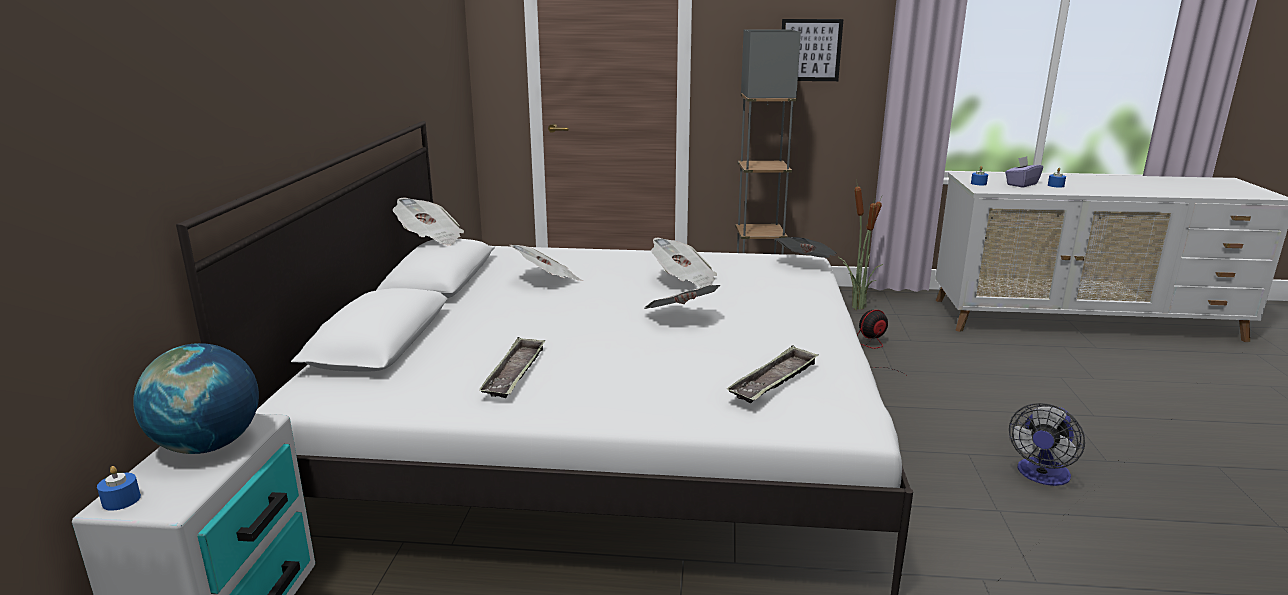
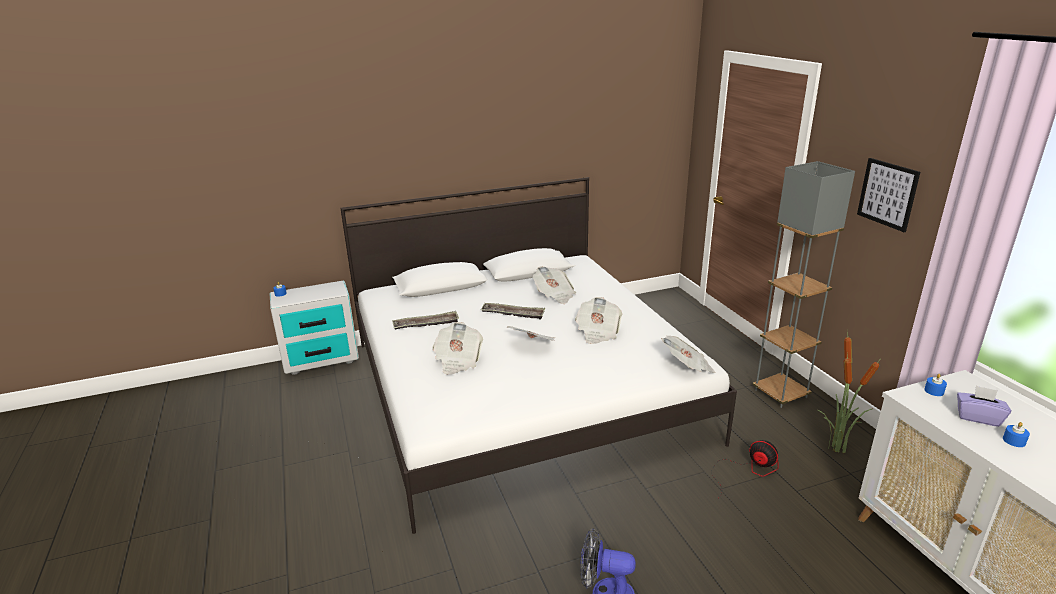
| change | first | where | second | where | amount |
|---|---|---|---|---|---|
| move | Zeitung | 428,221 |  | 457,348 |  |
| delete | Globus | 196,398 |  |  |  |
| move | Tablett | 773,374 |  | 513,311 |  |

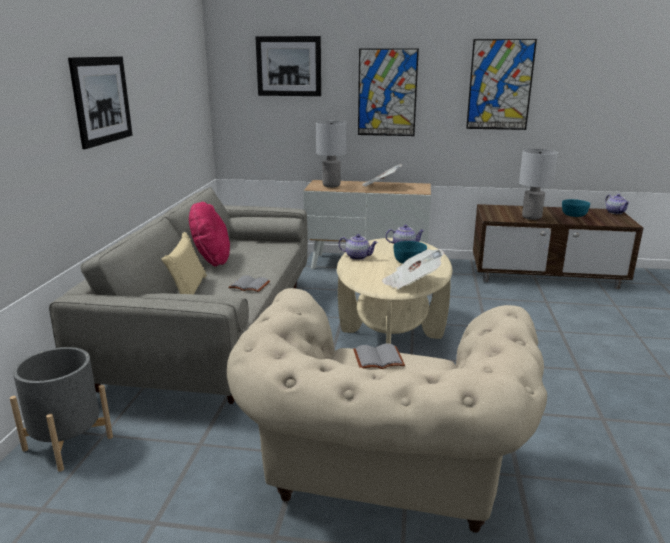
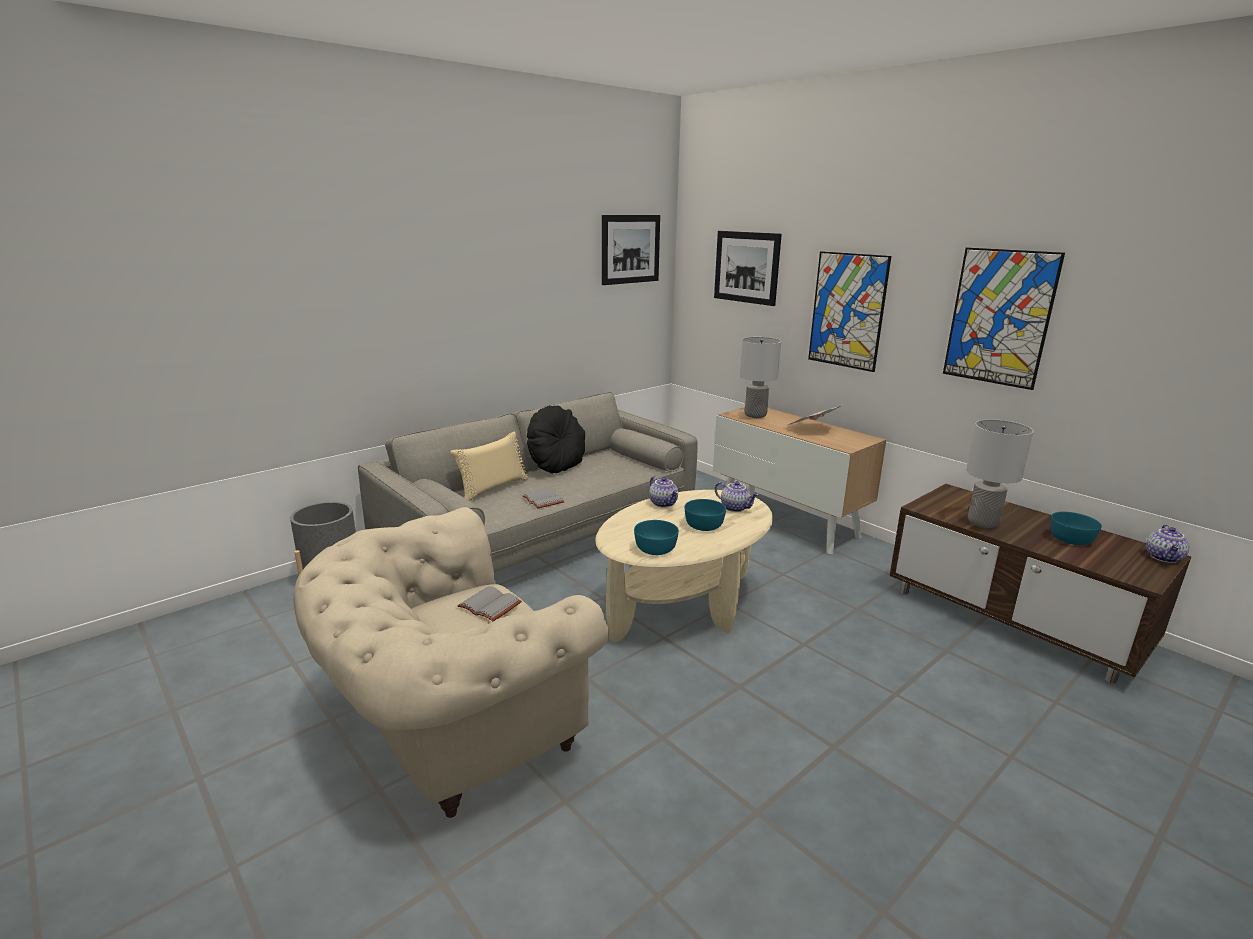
| change | first | where | second | where | amount |
|---|---|---|---|---|---|
| move | Bild | 100,102 |  | 631,250 |  |
| recolor | Kissen/rosa | 209,234 | Kissen/schwarz | 556,439 |  |
| replace | Zeitung | 413,269 | Schüssel/türkis | 656,537 |  |

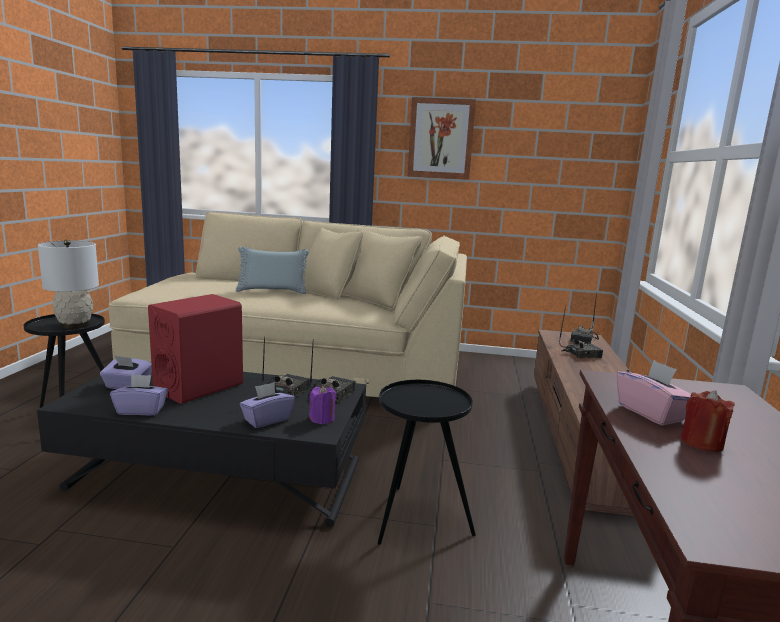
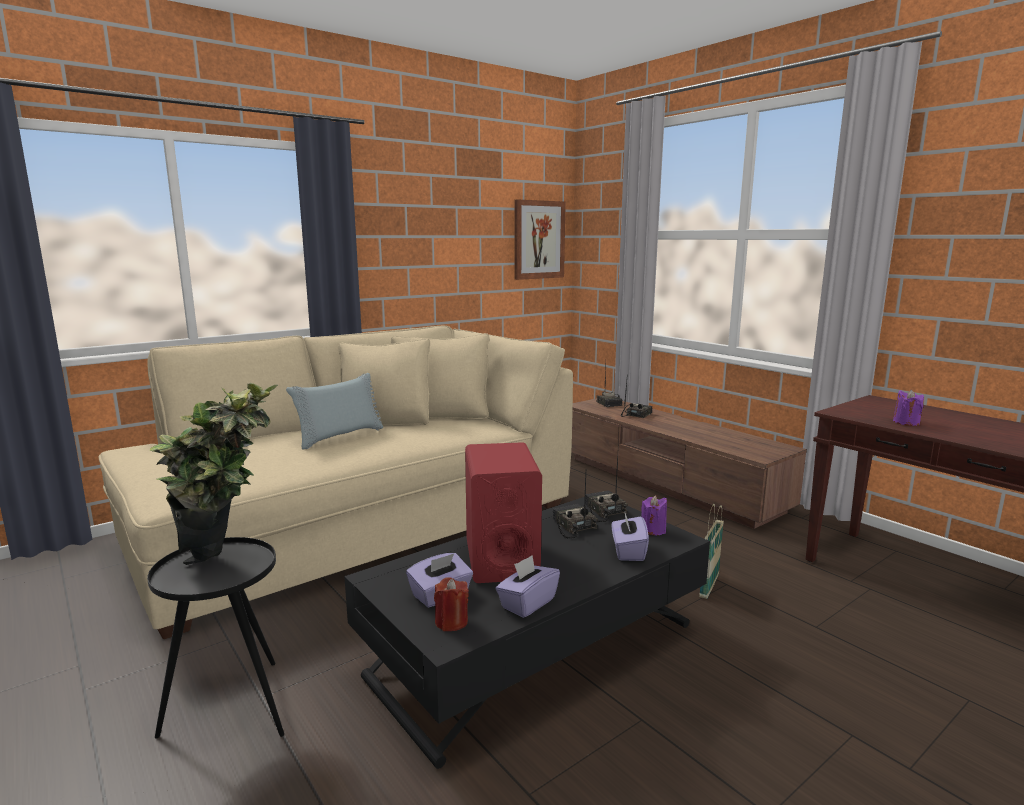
| change | first | where | second | where | amount |
|---|---|---|---|---|---|
| move | Bild | 442,138 |  | 540,239 |  |
| replace | Tischlampe/weiß | 68,284 | Topfpflanze | 213,474 |  |
| replace | Taschentuchbox/rosa | 653,393 | Kerze/lila | 908,408 |  |
| replace | Beistelltisch/schwarz | 427,462 | Korb | 711,551 |  |
| move | Kerze/rot | 708,421 |  | 451,604 |  |

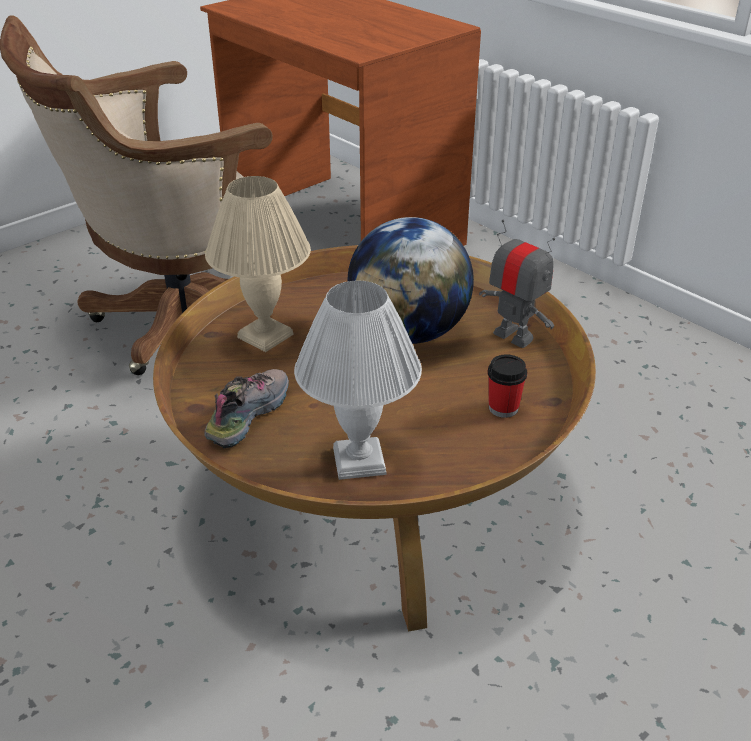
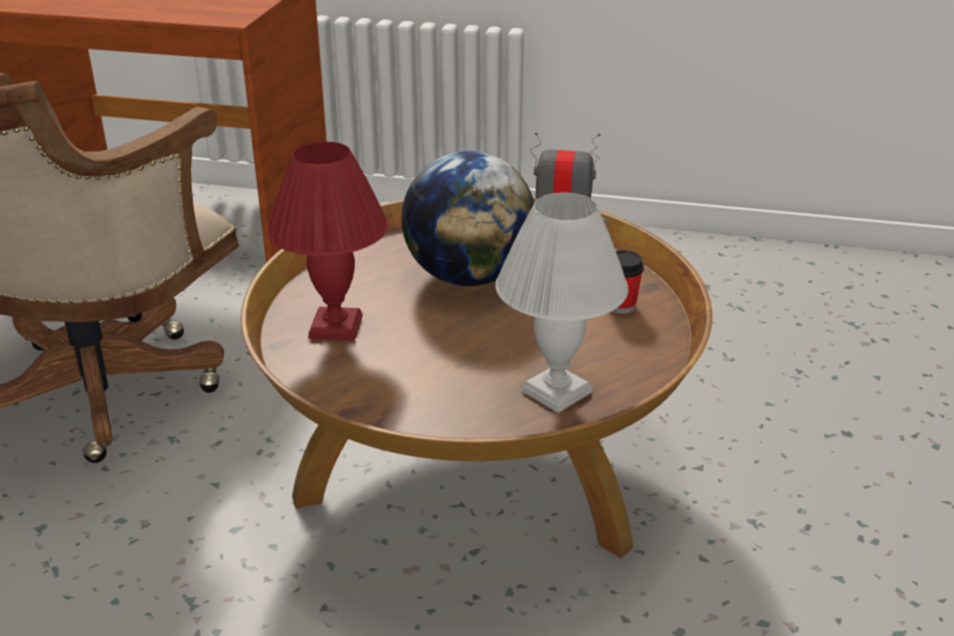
| change | first | where | second | where | amount |
|---|---|---|---|---|---|
| recolor | Tischlampe/beige | 258,264 | Tischlampe/rot | 327,241 |  |
| delete | Schuh | 246,408 |  |  |  |

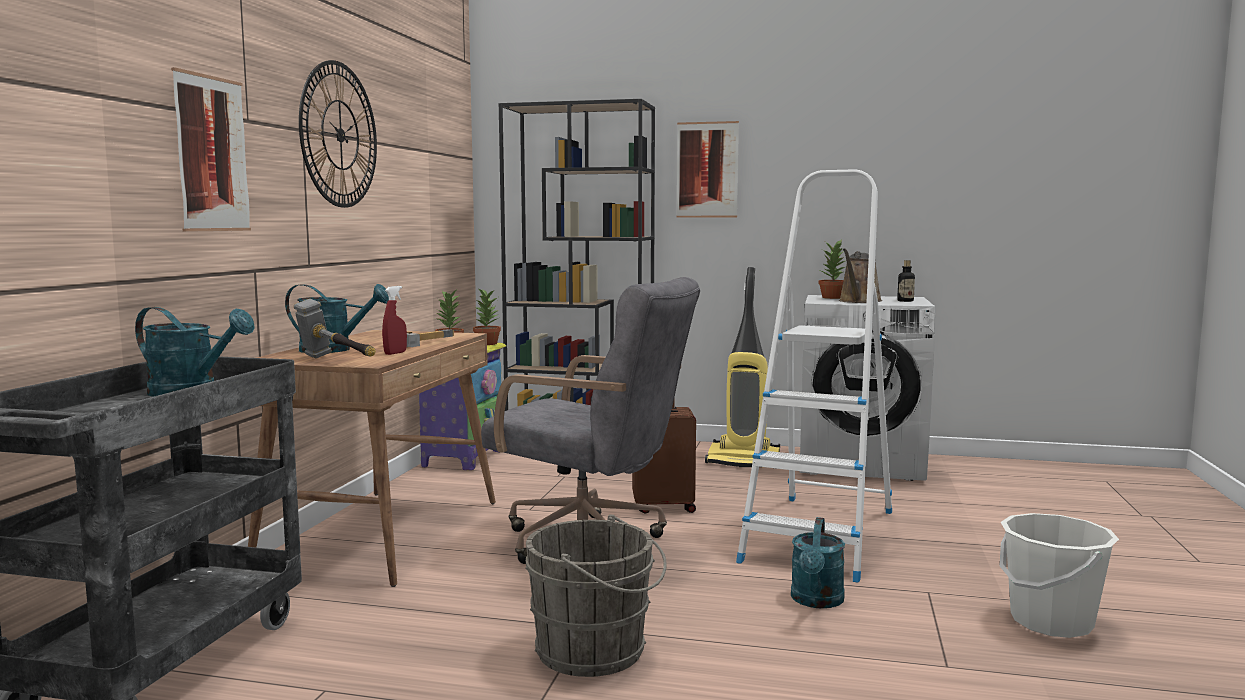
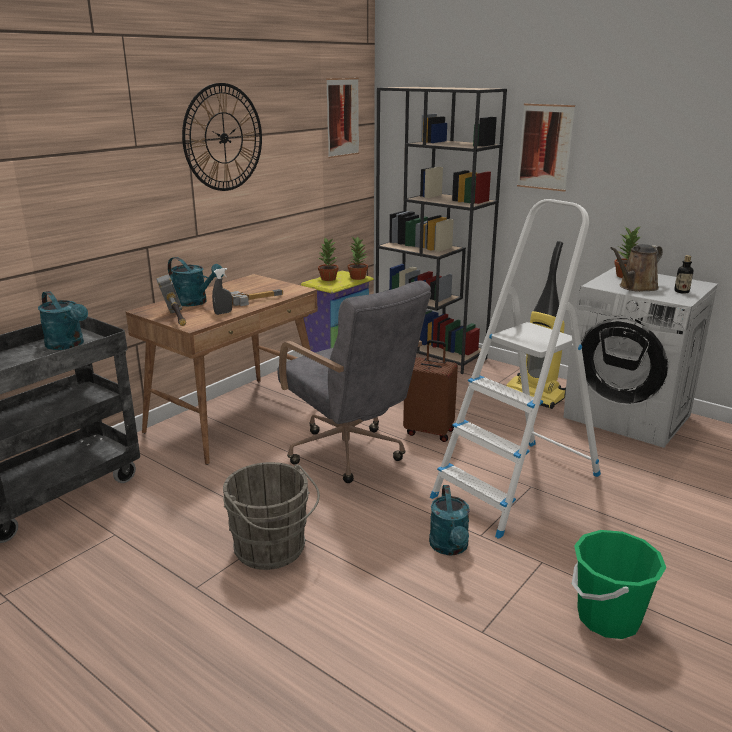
| change | first | where | second | where | amount |
|---|---|---|---|---|---|
| move | Bild | 211,149 |  | 342,118 |  |
| recolor | Sprühflasche/rot | 394,320 | Sprühflasche/grau | 222,291 |  |
| recolor | Eimer/weiß | 1059,575 | Eimer/grün | 619,584 |  |
| rotate | Gießkanne/türkis | 818,562 |  | 449,520 | 45 degrees counterclockwise |

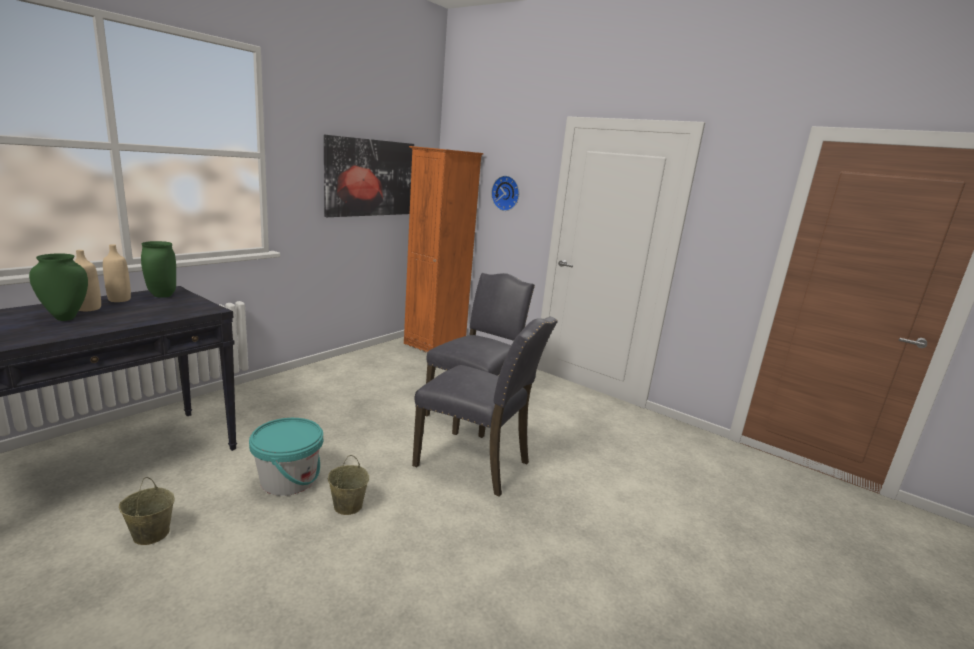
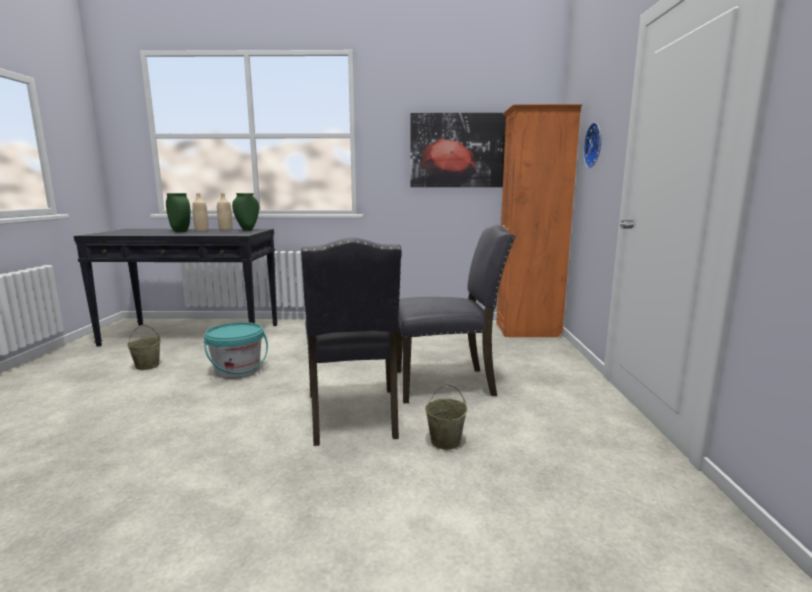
| change | first | where | second | where | amount |
|---|---|---|---|---|---|
| move | Eimer/beige | 348,485 |  | 446,417 |  |

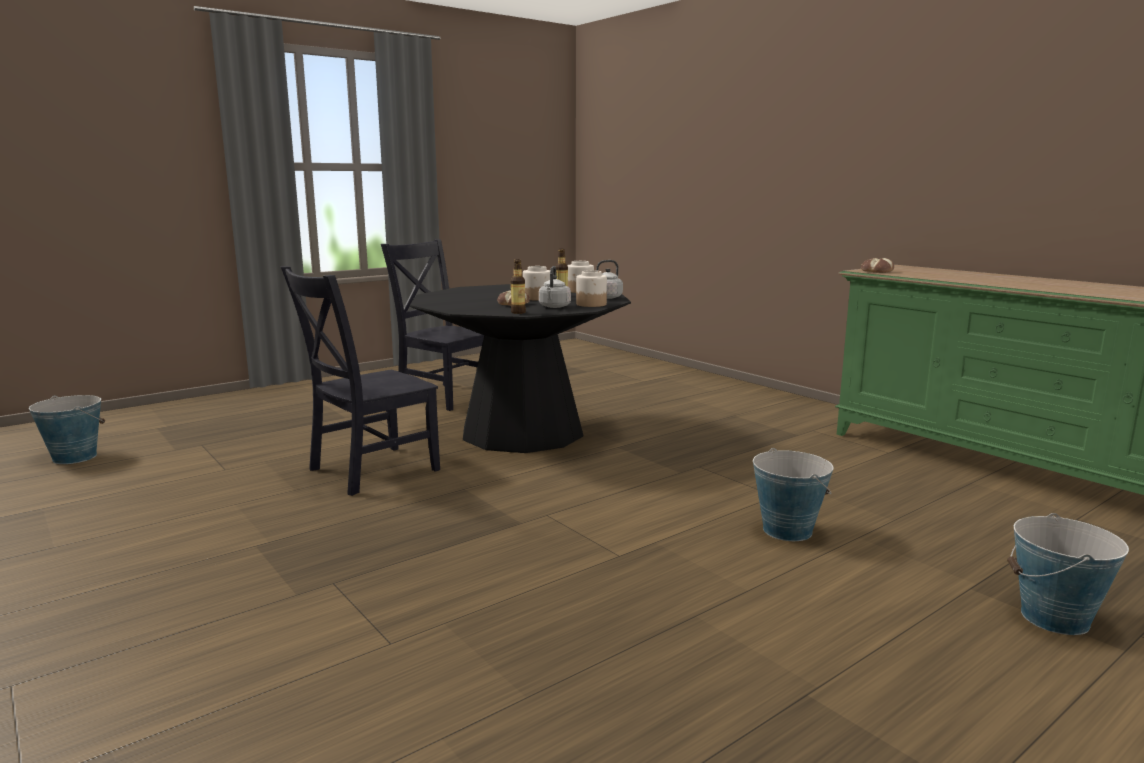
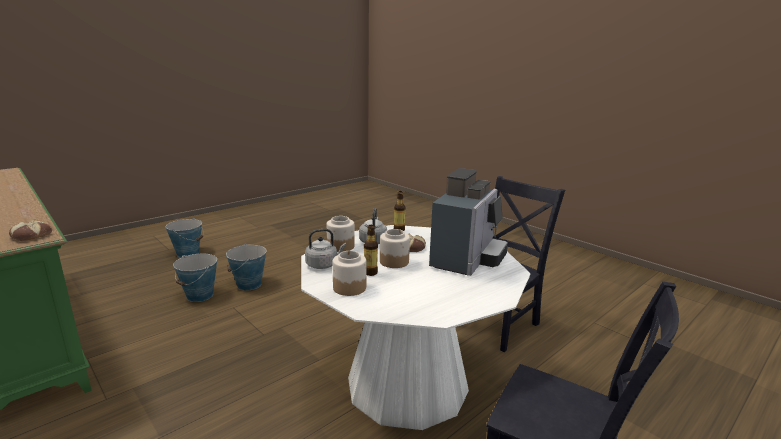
| change | first | where | second | where | amount |
|---|---|---|---|---|---|
| recolor | Esstisch/schwarz | 520,368 | Esstisch/weiß | 416,327 |  |
| move | Eimer | 67,429 |  | 195,278 |  |
| insert |  |  | Kaffeemaschine | 468,222 |  |

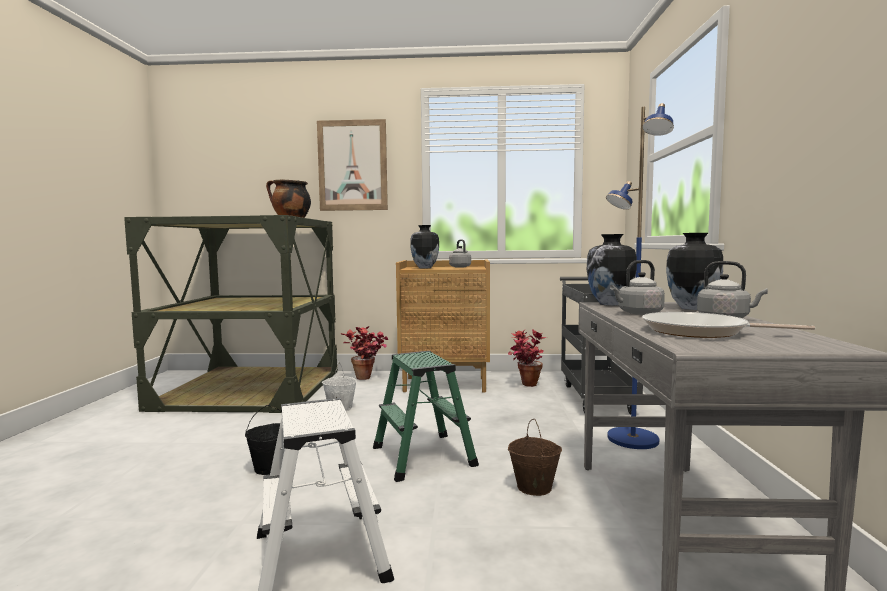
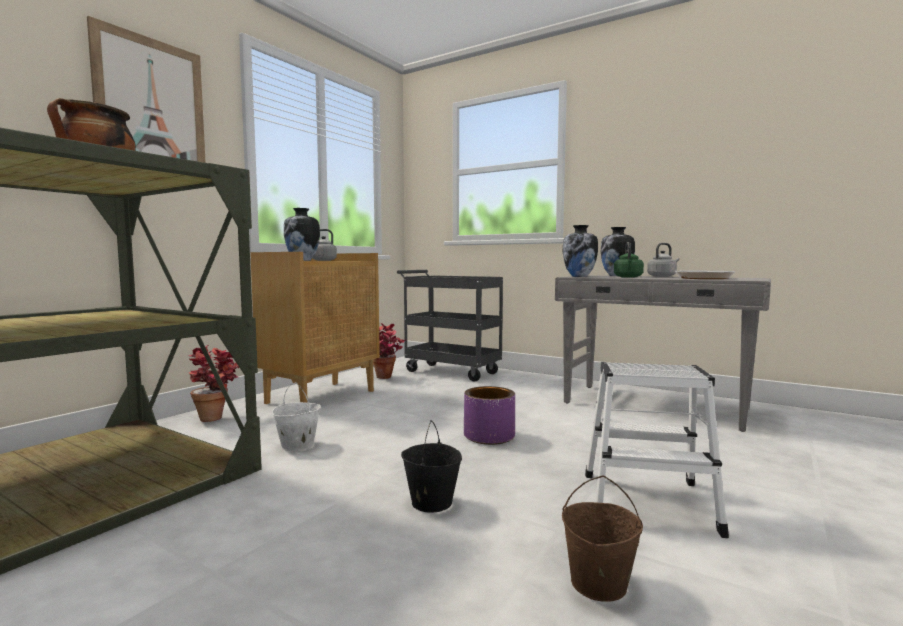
| change | first | where | second | where | amount |
|---|---|---|---|---|---|
| delete | Stehlampe/blau | 640,276 |  |  |  |
| recolor | Wasserkessel/grau | 637,287 | Wasserkessel/grün | 629,260 |  |
| replace | Trittleiter/grün | 426,416 | Pflanzkübel/lila | 489,415 |  |
| move | Eimer/braun | 535,457 |  | 602,538 |  |

